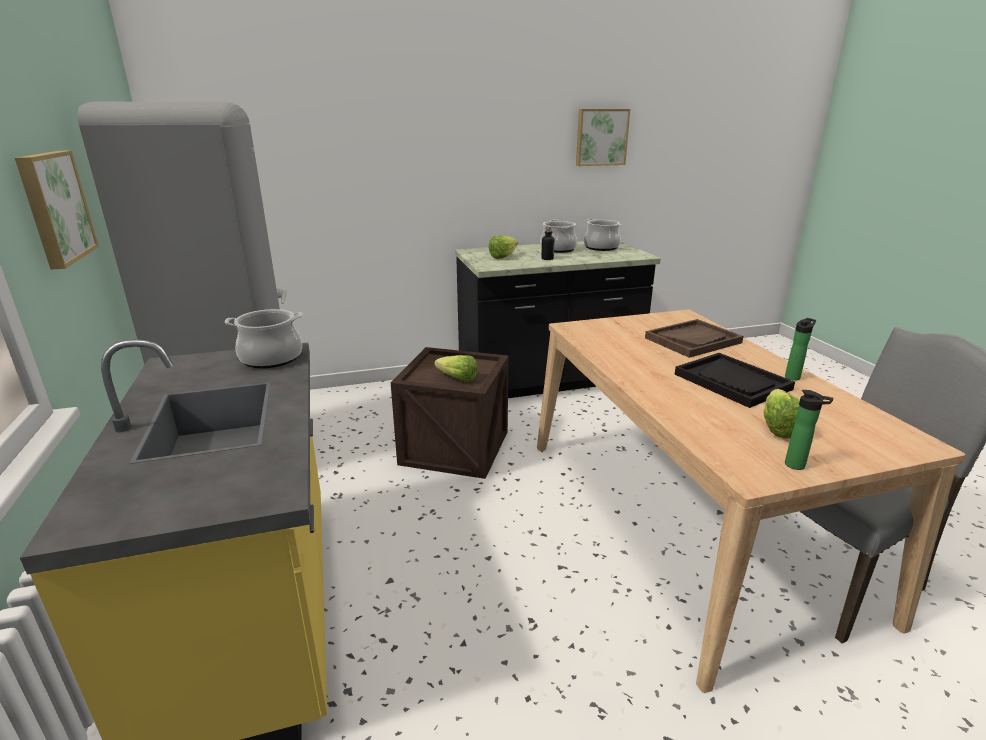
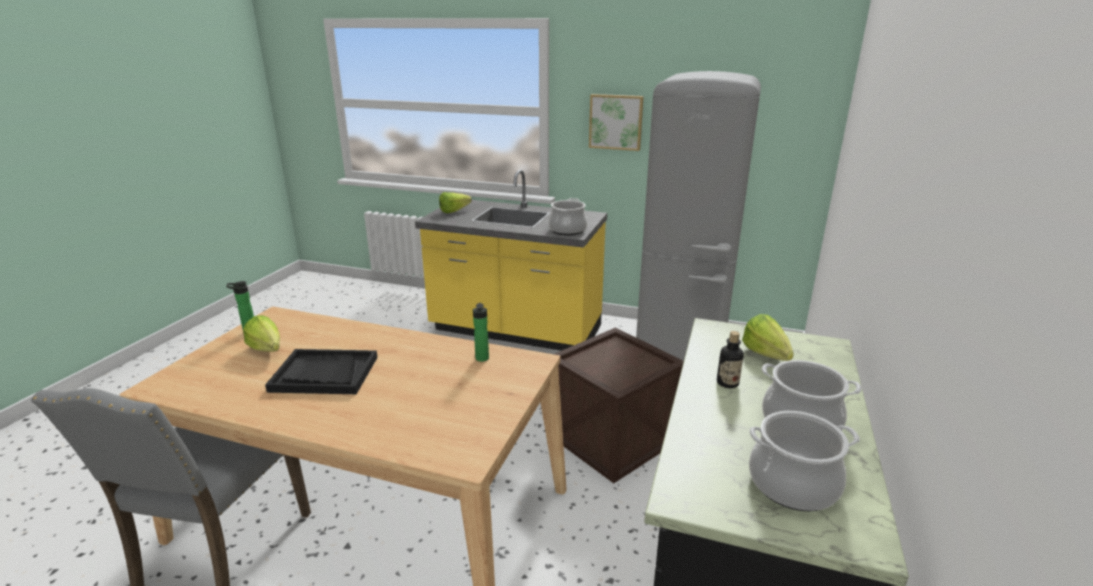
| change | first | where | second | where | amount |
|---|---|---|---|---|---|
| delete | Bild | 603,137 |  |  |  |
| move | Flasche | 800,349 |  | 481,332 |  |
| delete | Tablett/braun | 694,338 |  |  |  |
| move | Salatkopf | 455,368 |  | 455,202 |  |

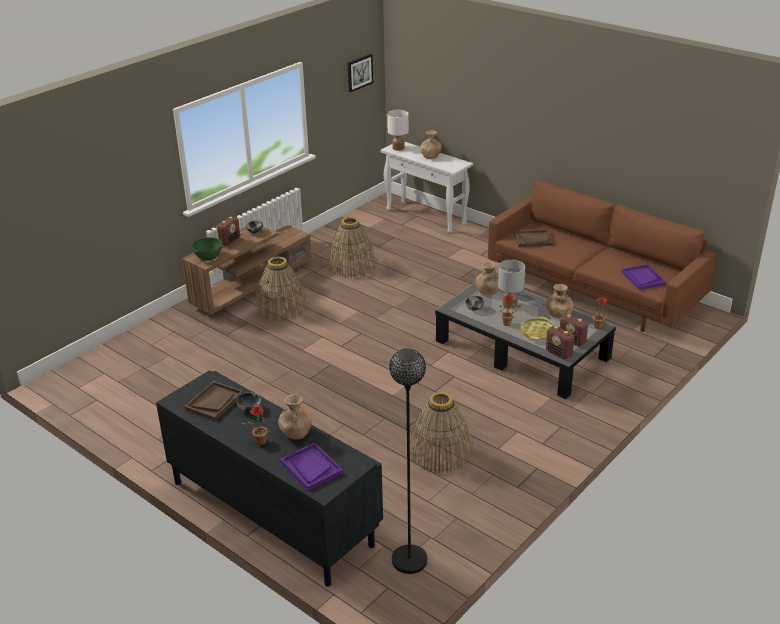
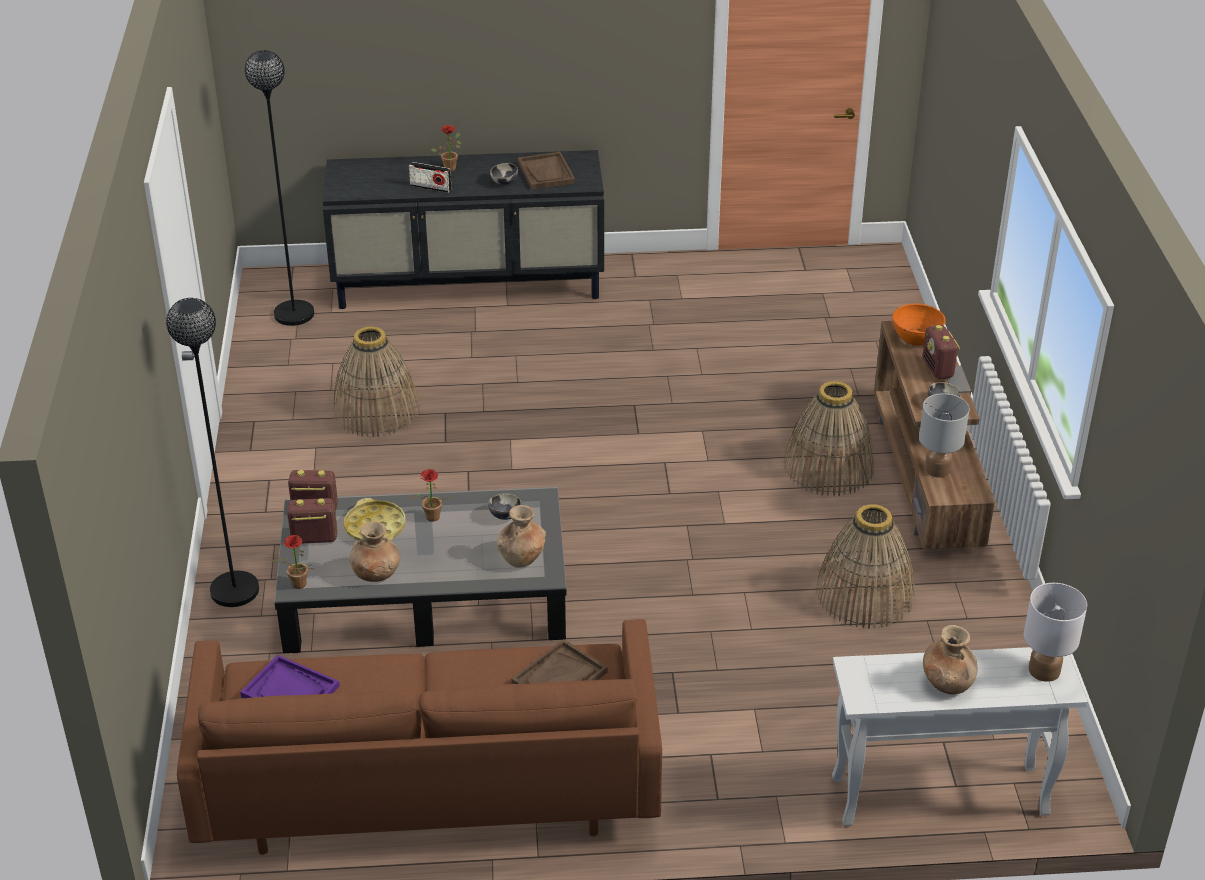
| change | first | where | second | where | amount |
|---|---|---|---|---|---|
| delete | Bild | 360,73 |  |  |  |
| recolor | Schüssel/grün | 207,249 | Schüssel/orange | 919,325 |  |
| move | Tischlampe/grau | 511,284 |  | 944,435 |  |
| replace | Vase/braun | 295,417 | Radio | 430,177 |  |
| delete | Tablett/lila | 311,466 |  |  |  |
| insert |  |  | Stehlampe/schwarz | 212,452 |  |

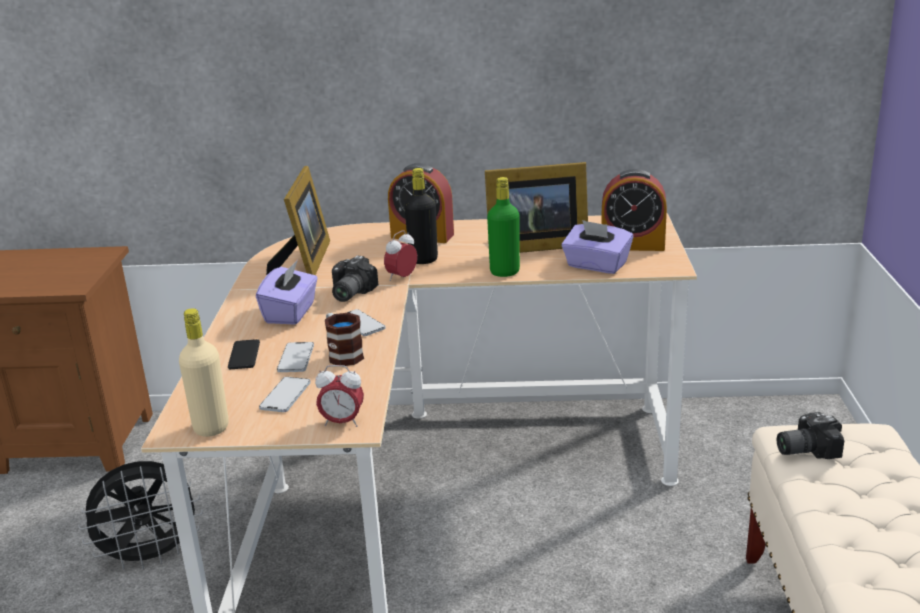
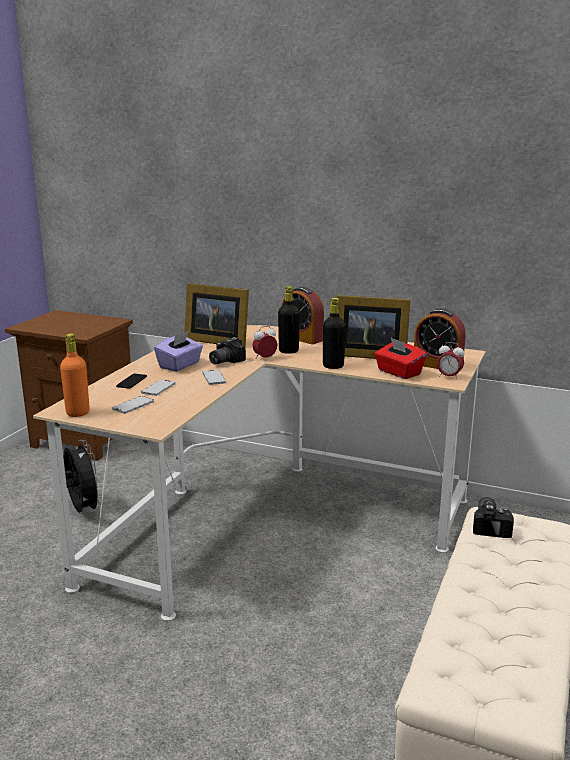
| change | first | where | second | where | amount |
|---|---|---|---|---|---|
| rotate | Bilderrahmen | 298,220 |  | 217,315 | 90 degrees clockwise |
| recolor | Flasche/grün | 503,227 | Flasche/schwarz | 334,333 |  |
| recolor | Taschentuchbox/lila | 597,247 | Taschentuchbox/rot | 400,358 |  |
| recolor | Flasche/beige | 203,372 | Flasche/orange | 75,375 |  |
| delete | Henkelbecher | 344,339 |  |  |  |
| move | Wecker | 339,396 |  | 450,361 |  |
| rotate | Kamera | 810,435 |  | 493,517 | 90 degrees clockwise |
| rotate | Ventilator/schwarz | 140,515 |  | 83,476 | 120 degrees counterclockwise |

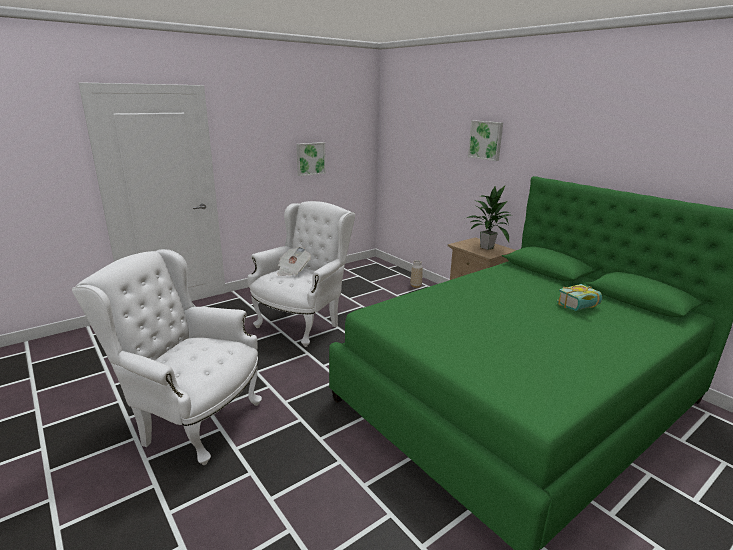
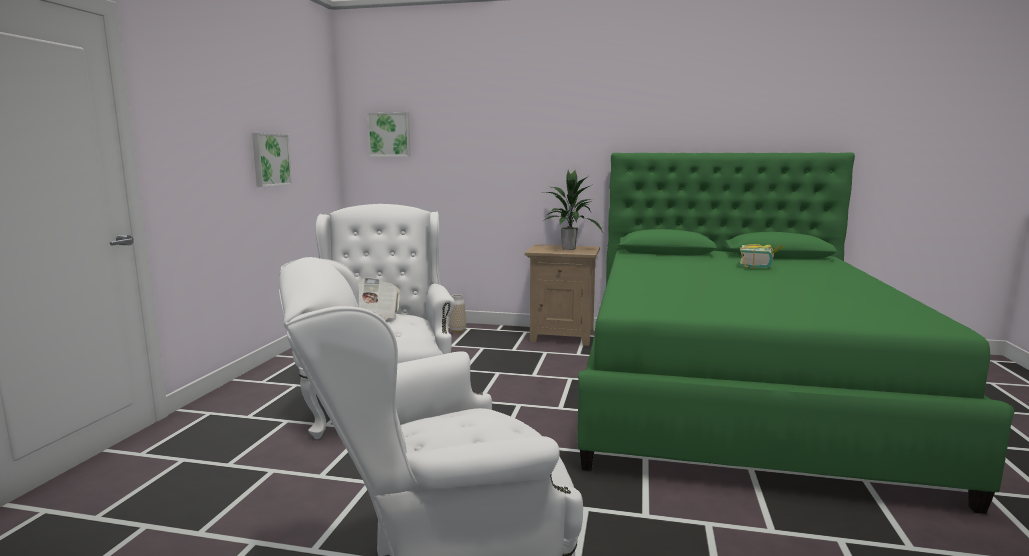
| change | first | where | second | where | amount |
|---|---|---|---|---|---|
| move | Bild | 485,140 |  | 389,134 |  |

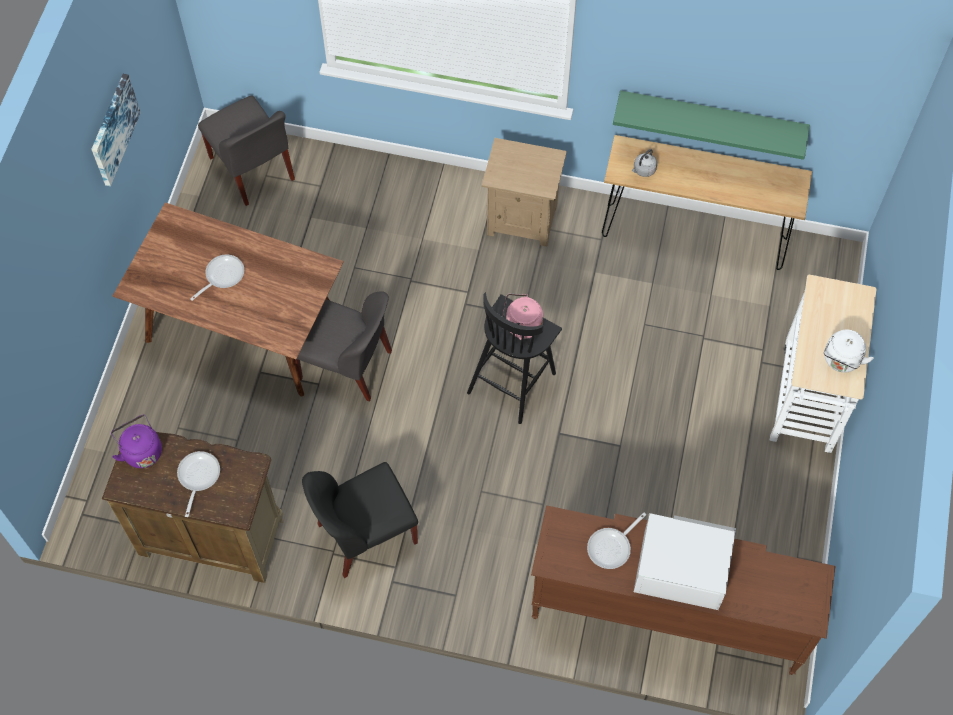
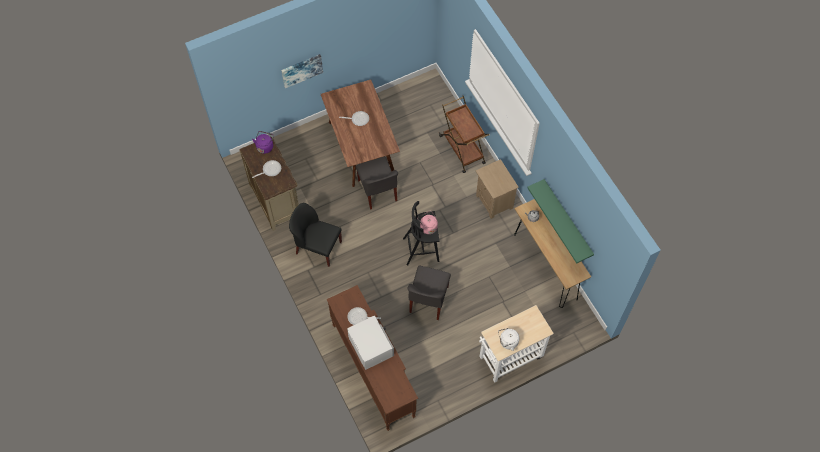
| change | first | where | second | where | amount |
|---|---|---|---|---|---|
| move | Bild | 116,130 |  | 302,71 |  |
| move | Stuhl/grau | 246,150 |  | 429,293 |  |
| insert |  |  | Rollwagen/braun | 464,134 |  |

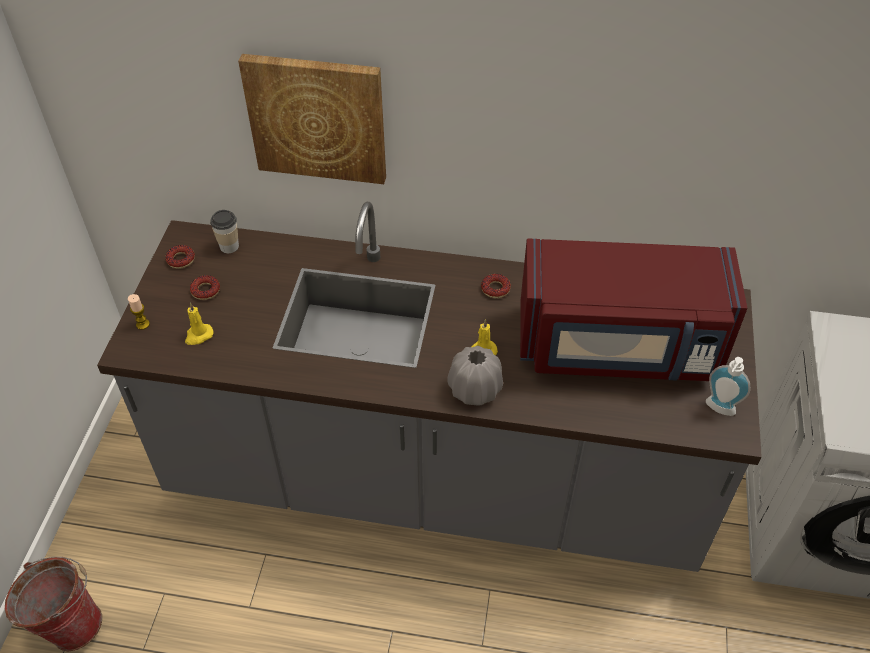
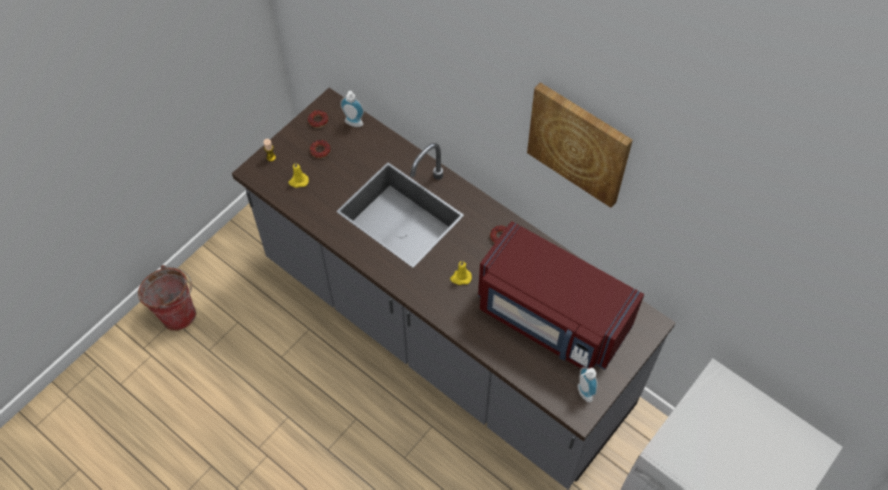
| change | first | where | second | where | amount |
|---|---|---|---|---|---|
| move | Bild | 312,119 |  | 580,145 |  |
| replace | Tasse | 224,231 | Seifenspender | 352,109 |  |
| delete | Vase/grau | 475,375 |  |  |  |

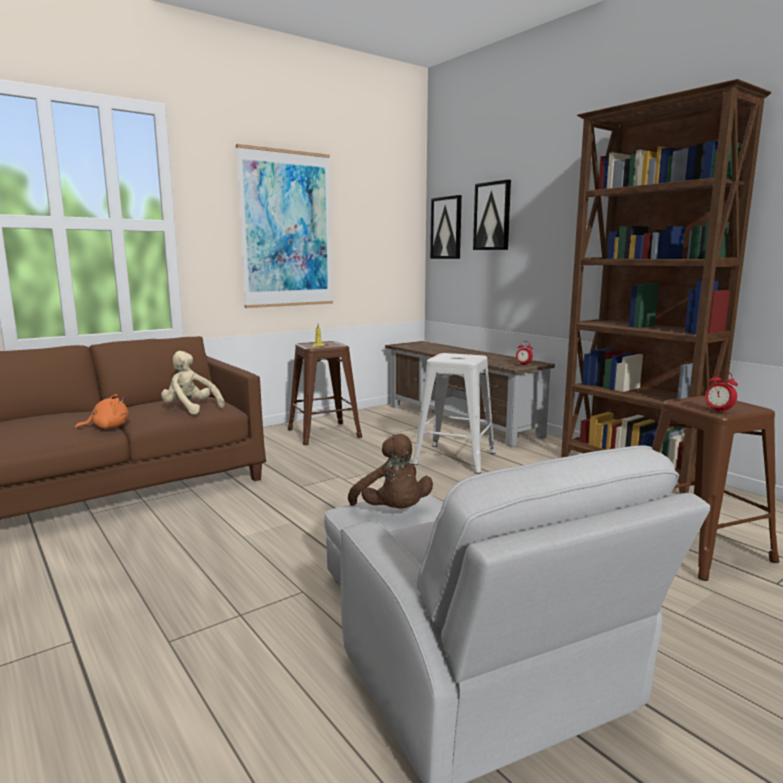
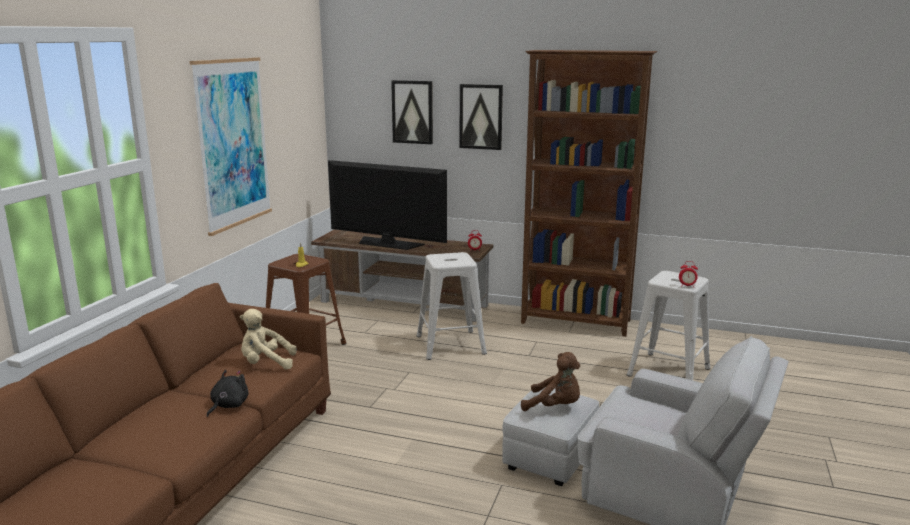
| change | first | where | second | where | amount |
|---|---|---|---|---|---|
| move | Bild | 446,227 |  | 481,117 |  |
| recolor | Plüschtier/orange | 102,411 | Plüschtier/schwarz | 227,393 |  |
| recolor | Hocker/braun | 715,488 | Hocker/weiß | 669,325 |  |
| insert |  |  | Fernseher | 387,205 |  |

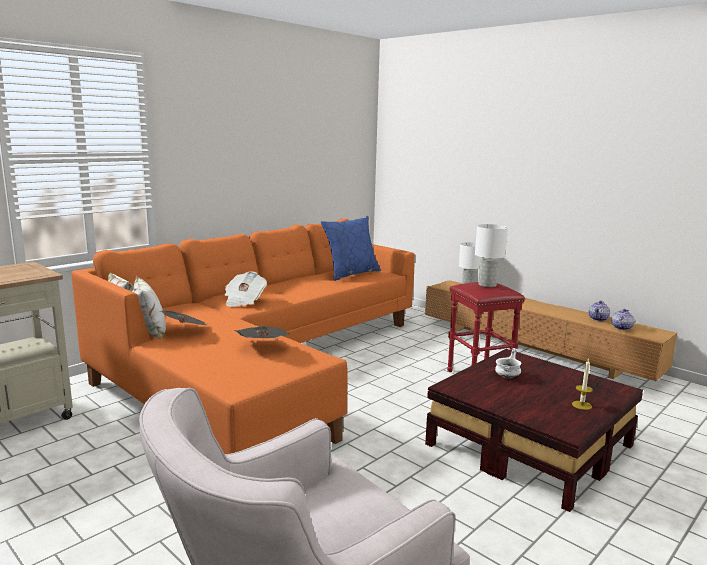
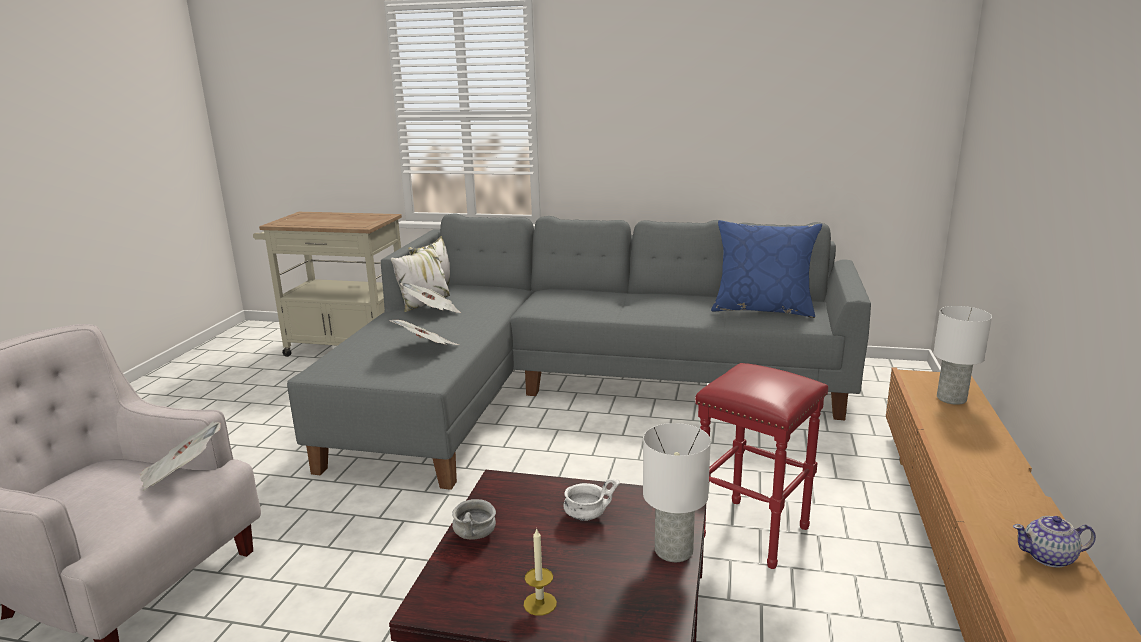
| change | first | where | second | where | amount |
|---|---|---|---|---|---|
| recolor | Sofa/orange | 243,336 | Sofa/grau | 579,352 |  |
| move | Tischlampe/weiß | 491,255 |  | 677,492 |  |
| move | Zeitung | 245,289 |  | 180,456 |  |
| delete | Teekanne | 623,319 |  |  |  |
| insert |  |  | Schüssel/grau | 474,519 |  |

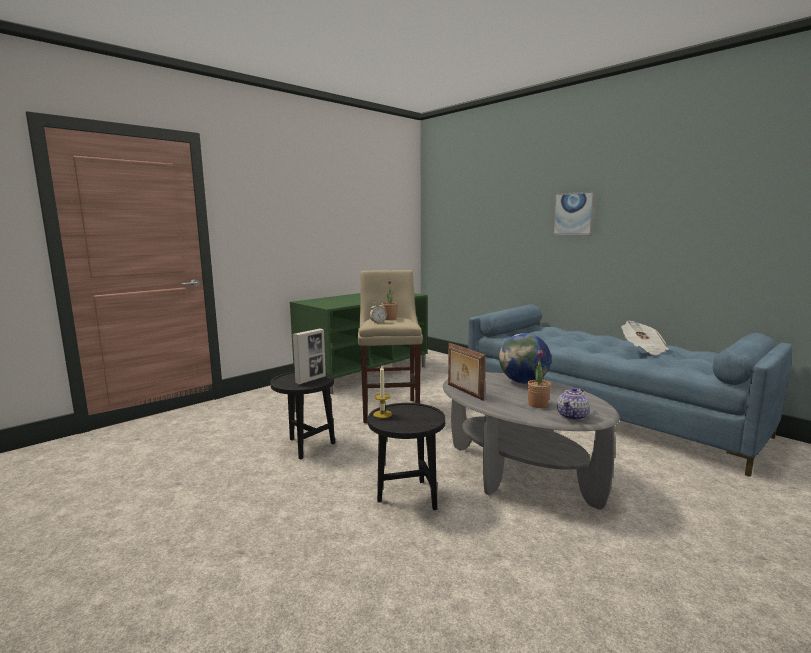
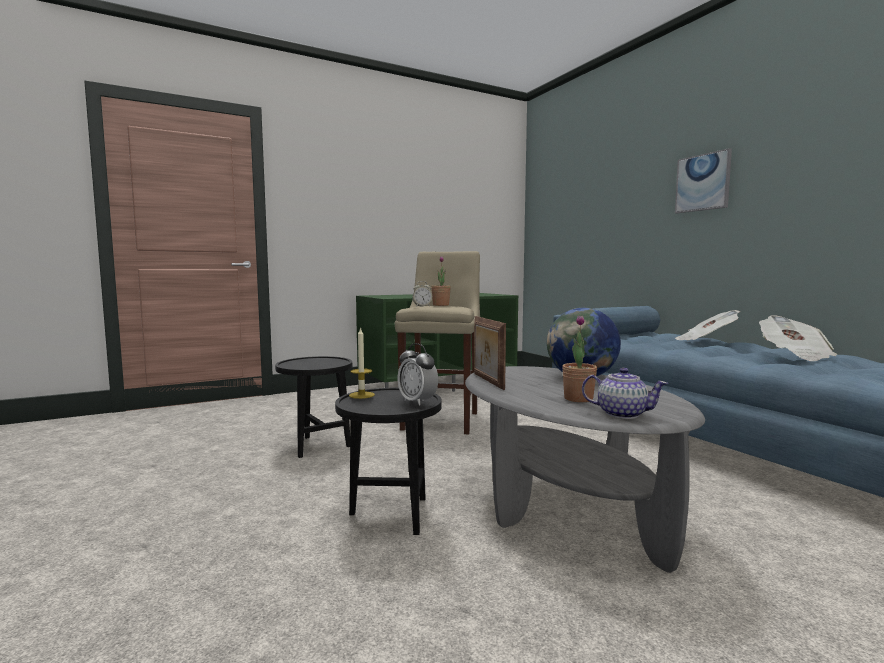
| change | first | where | second | where | amount |
|---|---|---|---|---|---|
| delete | Bilderrahmen | 309,356 |  |  |  |
| rotate | Teekanne | 573,403 |  | 625,393 | 120 degrees counterclockwise |
| insert |  |  | Zeitung | 707,325 |  |
| insert |  |  | Wecker | 417,374 |  |

